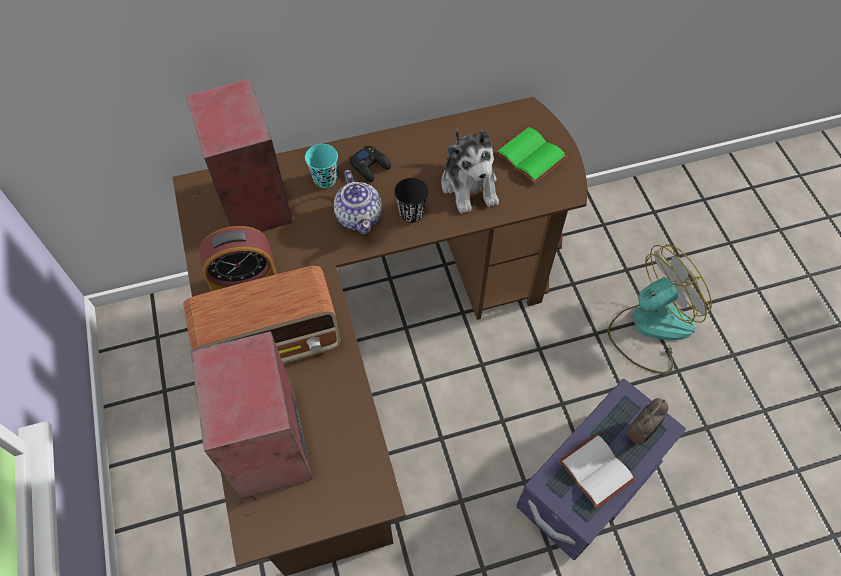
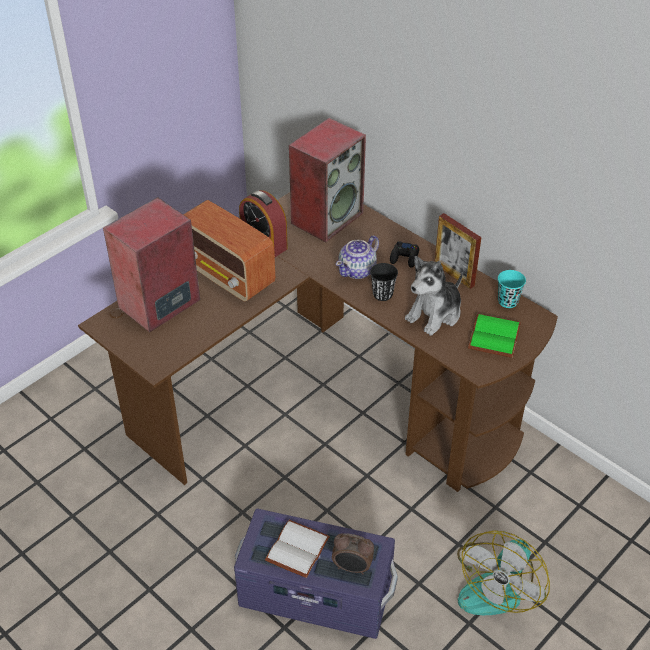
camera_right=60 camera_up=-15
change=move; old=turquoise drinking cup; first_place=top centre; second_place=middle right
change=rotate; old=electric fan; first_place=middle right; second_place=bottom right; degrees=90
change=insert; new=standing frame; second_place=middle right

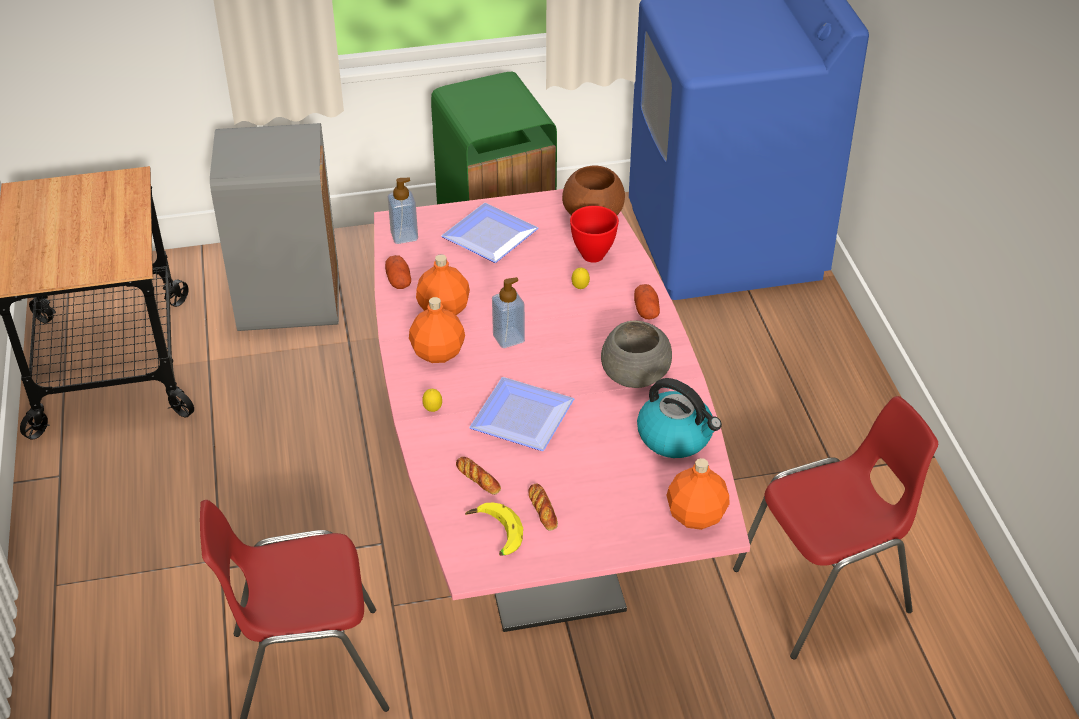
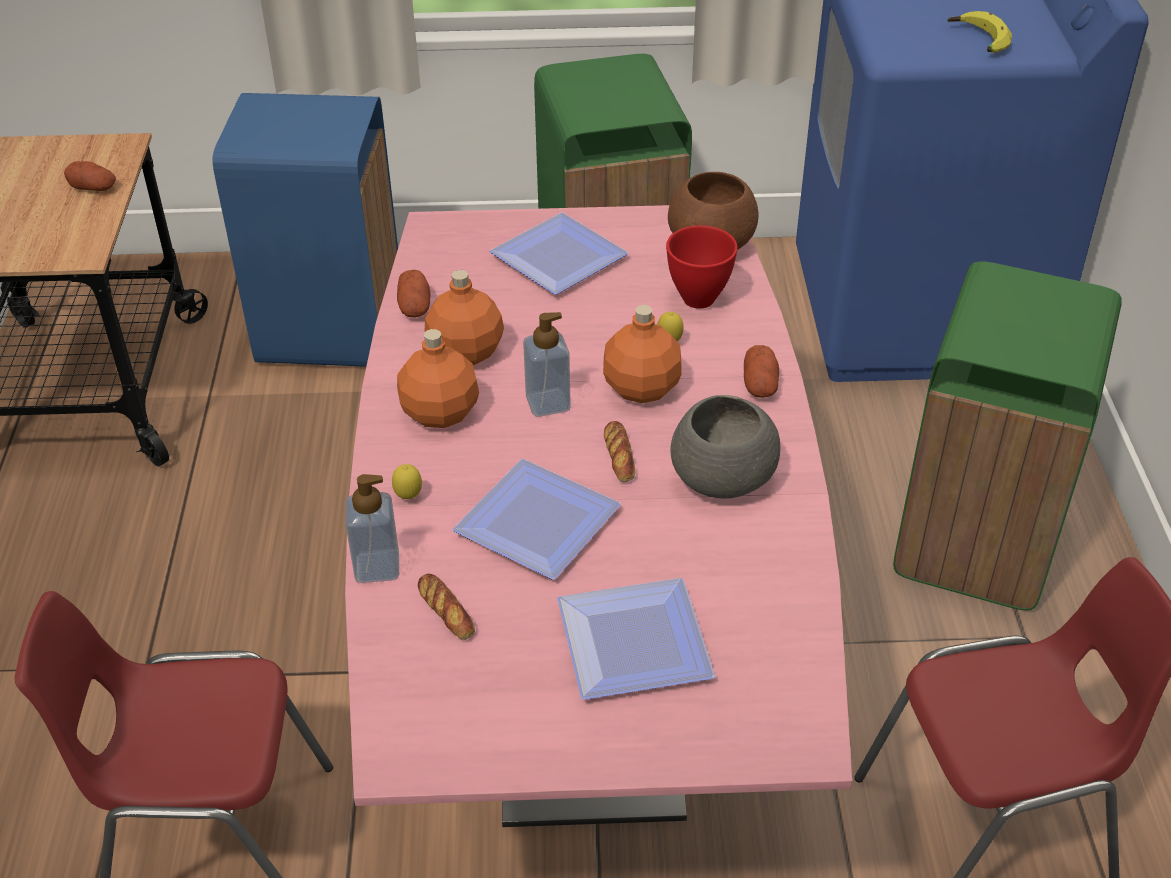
camera_right=10 camera_up=0
change=recolor; old=gray trash can; new=blue-coloured trash can; first_place=top left; second_place=top left
change=move; old=soap bottle (1st from left); first_place=top centre; second_place=middle left
change=move; old=banana; first_place=bottom centre; second_place=top right
change=move; old=baked bread (2nd from left); first_place=bottom centre; second_place=centre
change=delete; old=tea kettle; first_place=centre
change=move; old=orange-coloured beverage bottle (3rd from left); first_place=bottom centre; second_place=centre
change=insert; new=potato (1st from left); second_place=top left
change=insert; new=dinner plate (3rd from left); second_place=bottom centre
change=insert; new=green trash can (2nd from left); second_place=middle right

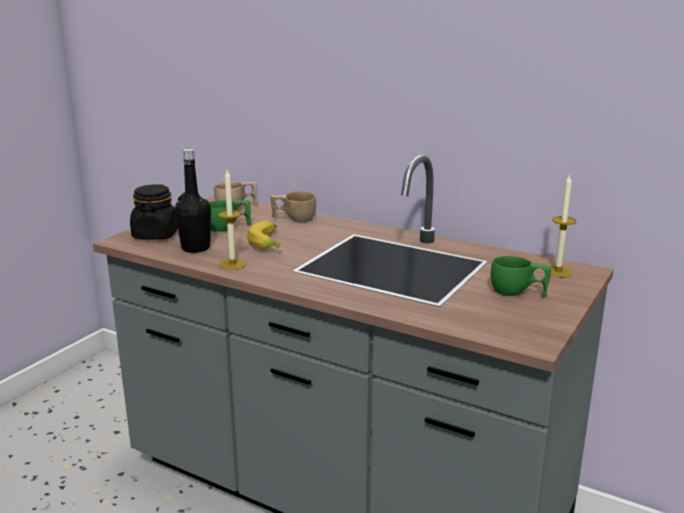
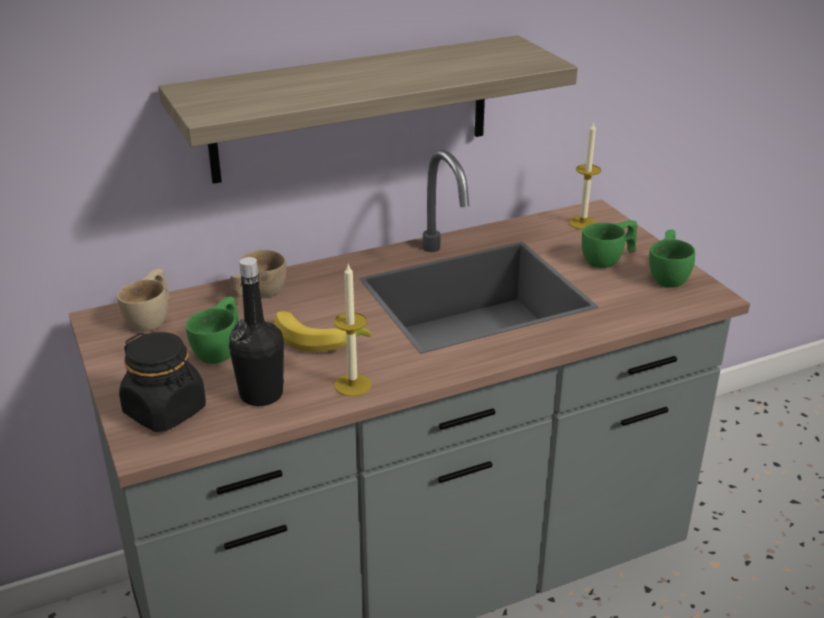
camera_right=-55 camera_up=10
change=insert; new=shelf; second_place=top centre
change=insert; new=green drinking cup (3rd from left); second_place=middle right

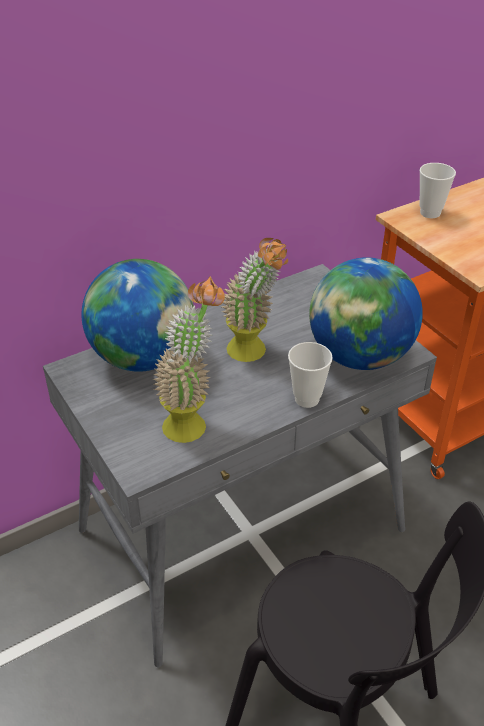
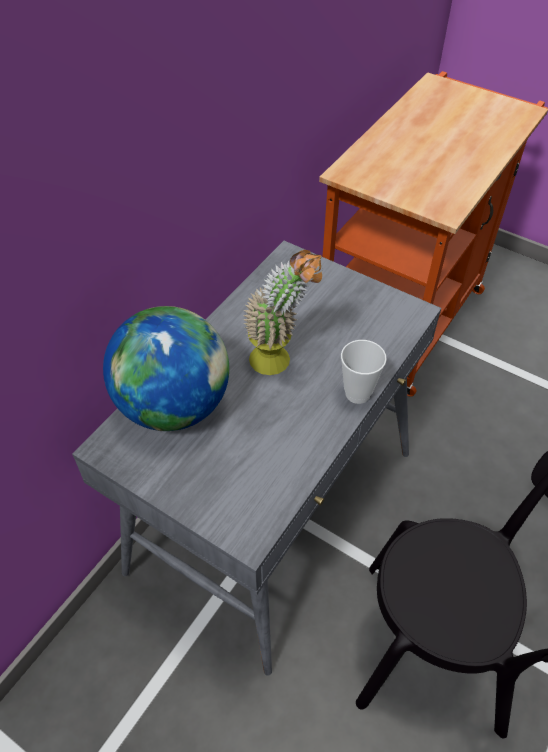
camera_right=-25 camera_up=10
change=delete; old=potted plant (1st from left); first_place=centre
change=delete; old=world globe (2nd from left); first_place=middle right
change=delete; old=drinking cup (2nd from left); first_place=top right

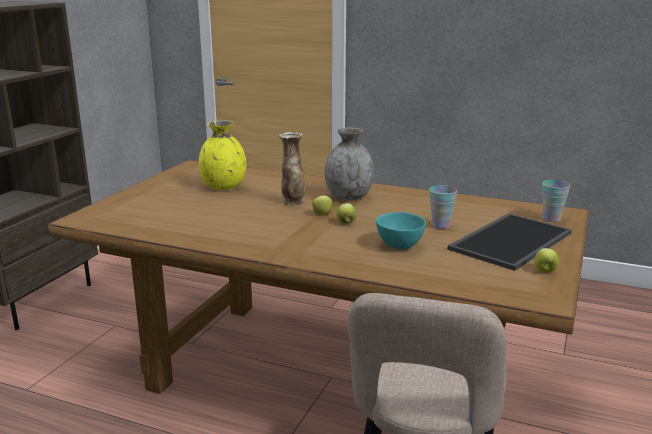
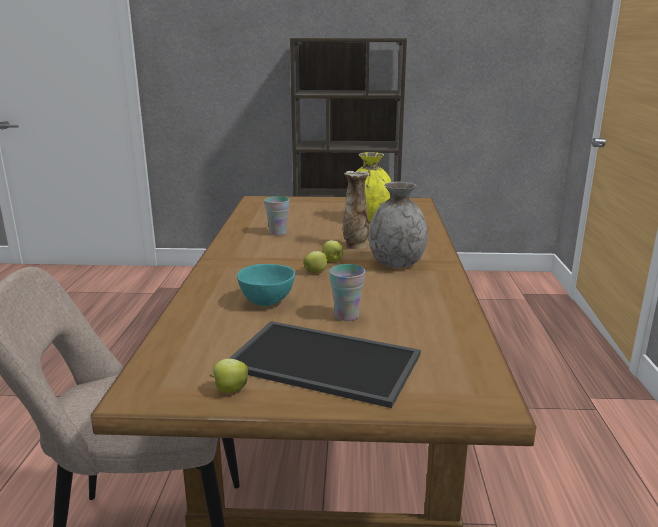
camera_right=70 camera_up=0
change=move; old=drinking cup (2nd from left in the first image); new=drinking cup (1st from left); first_place=middle right; second_place=centre

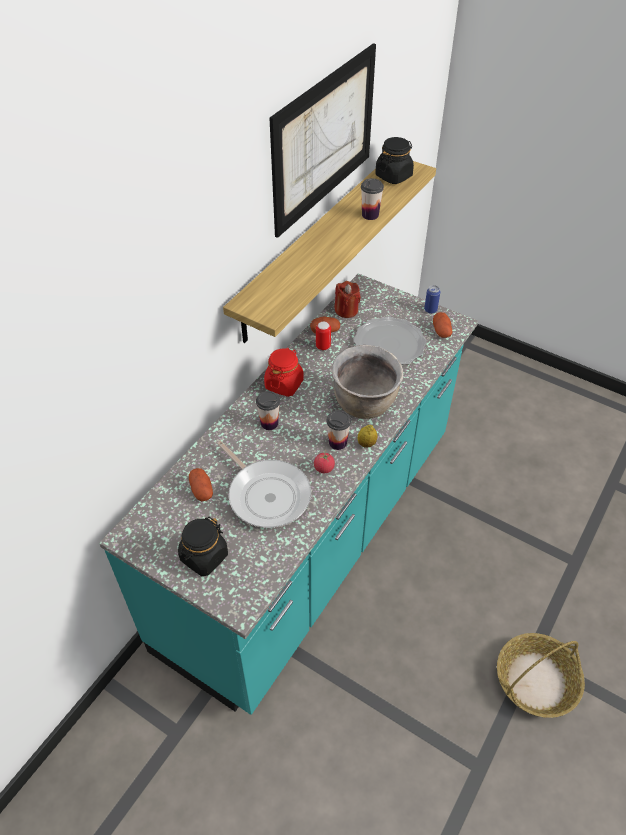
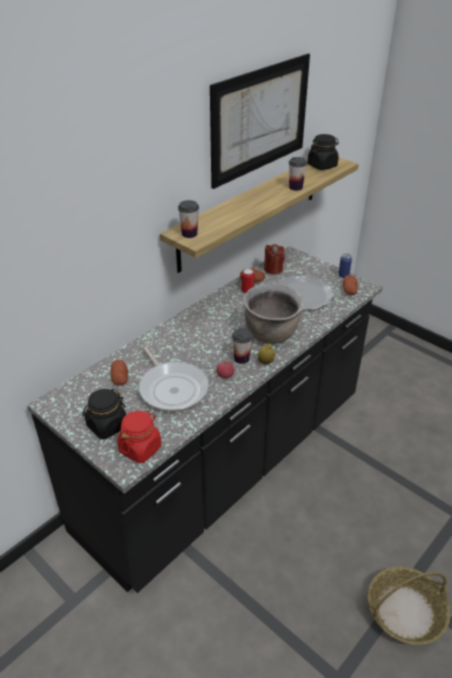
camera_right=10 camera_up=-10
change=recolor; old=turquoise kitchen base unit; new=black-coloured kitchen base unit; first_place=centre; second_place=centre
change=move; old=drinking cup (1st from left); first_place=centre; second_place=top centre
change=move; old=red-coloured jar; first_place=centre; second_place=middle left

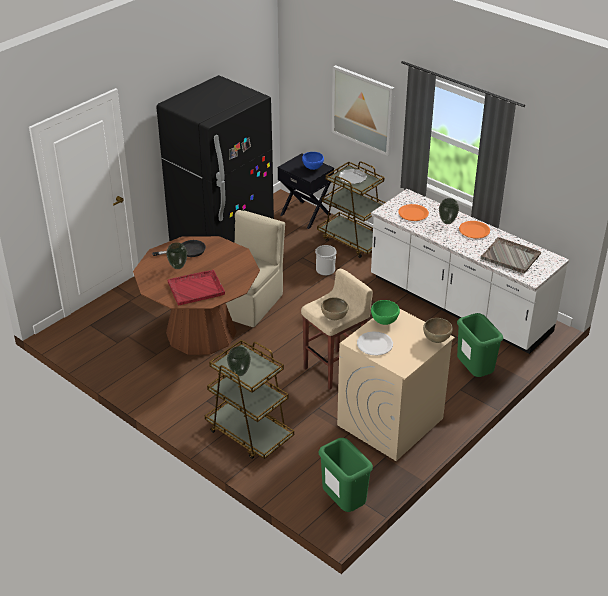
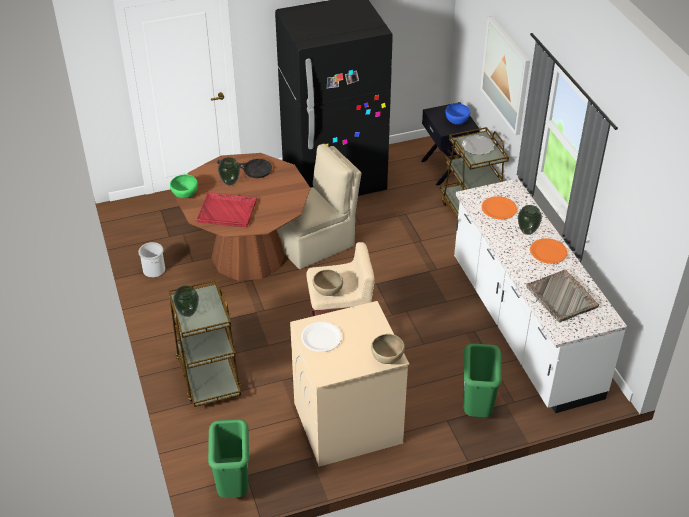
camera_right=30 camera_up=5
change=move; old=water bucket; first_place=centre; second_place=middle left
change=move; old=green bowl; first_place=centre; second_place=middle left

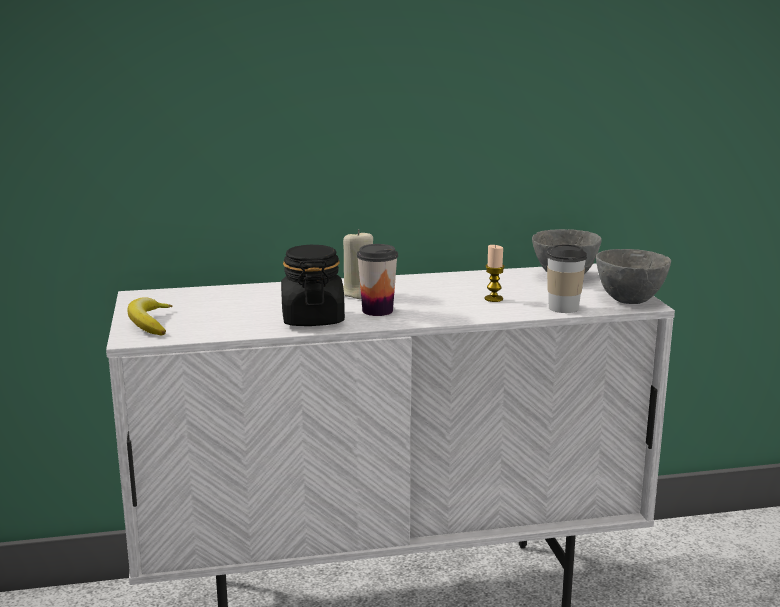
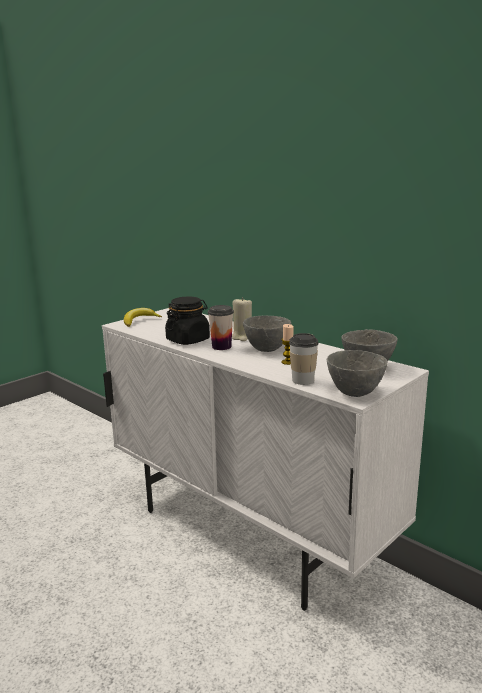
camera_right=55 camera_up=0
change=insert; new=gray bowl (1st from left); second_place=centre

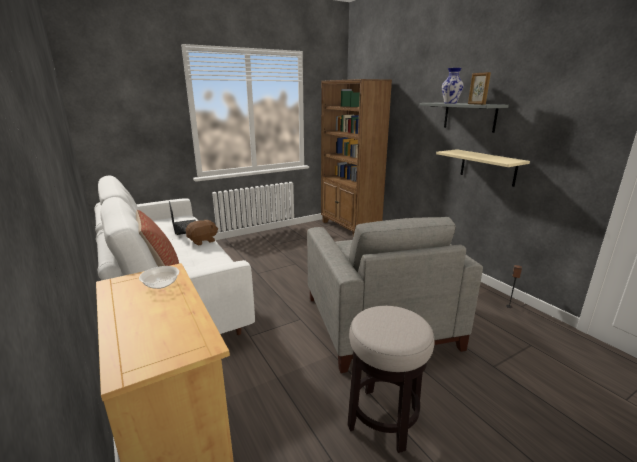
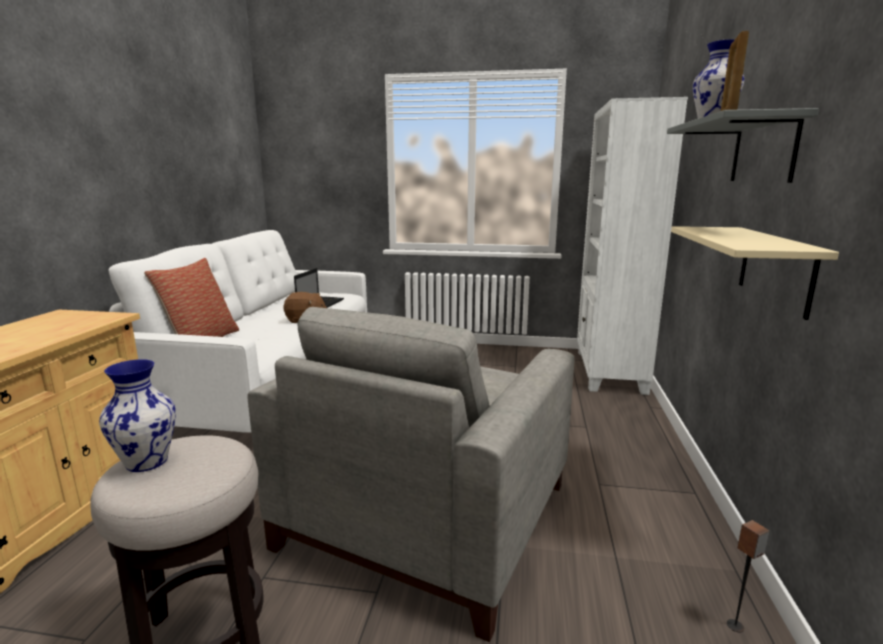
camera_right=40 camera_up=-5
change=delete; old=bowl; first_place=middle left
change=recolor; old=brownish shelving unit; new=white-coloured shelving unit; first_place=centre; second_place=middle right
change=insert; new=decorative vase (1st from left); second_place=middle left

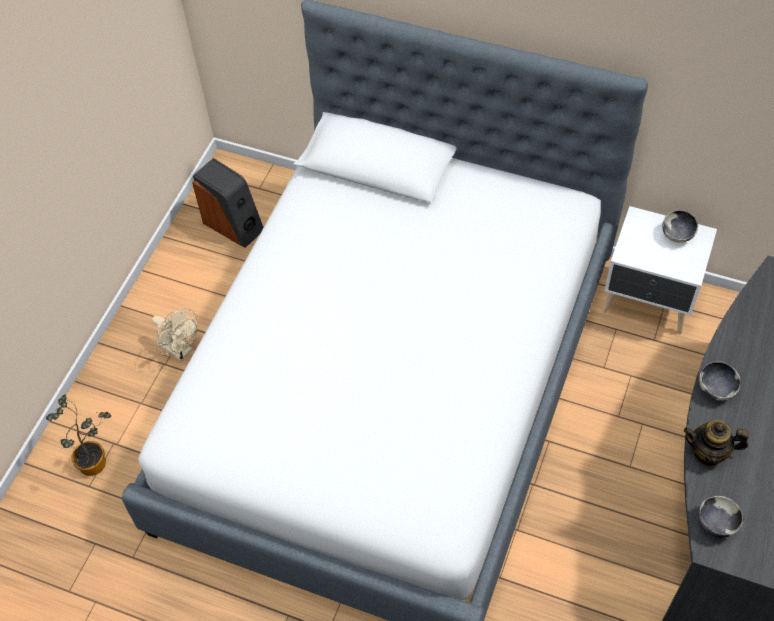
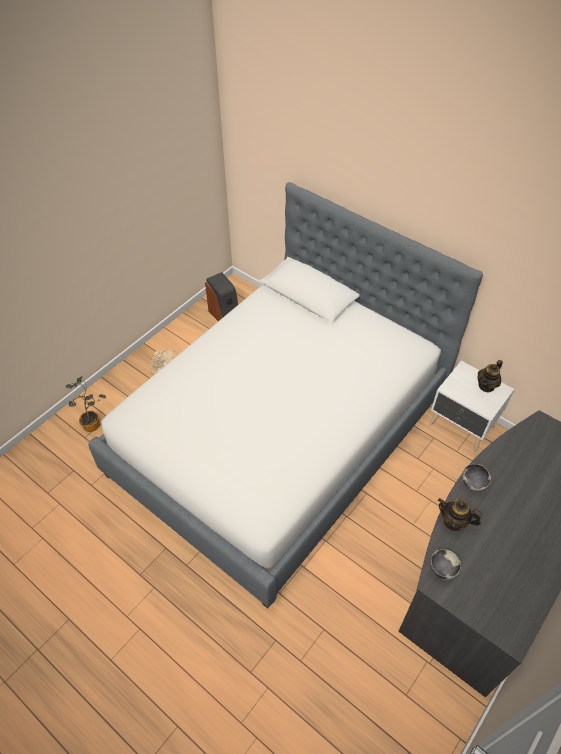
camera_right=15 camera_up=-5
change=replace; old=bowl (1st from left); new=tea pot (2nd from left); first_place=middle right; second_place=middle right

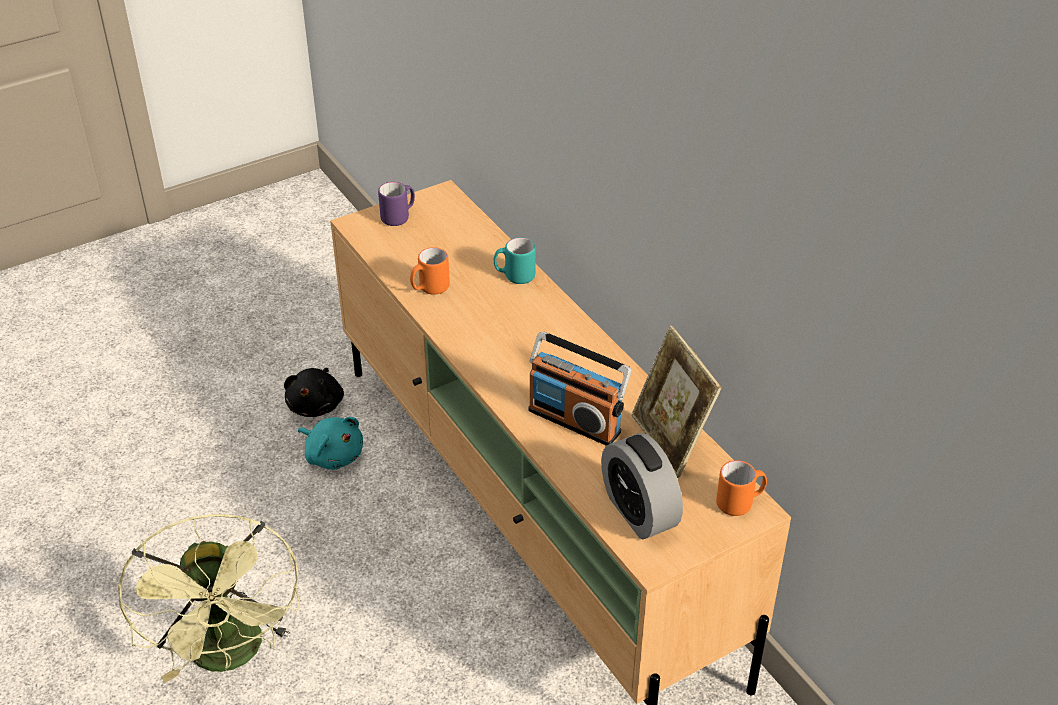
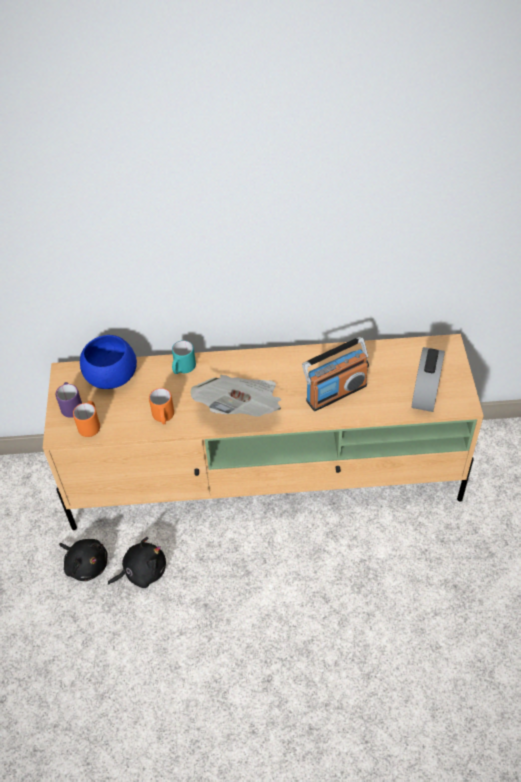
camera_right=-60 camera_up=10
change=delete; old=green electric fan; first_place=bottom left
change=recolor; old=turquoise cuddly toy; new=black-coloured cuddly toy (2nd from left); first_place=middle left; second_place=bottom left
change=rotate; old=alarm clock; first_place=bottom centre; second_place=middle right; degrees=-75
change=delete; old=standing frame; first_place=centre
change=move; old=orange-coloured coffee mug (2nd from left in the first image); new=orange-coloured coffee mug (1st from left); first_place=bottom right; second_place=middle left
change=insert; new=blue-coloured bowl; second_place=middle left
change=insert; new=newspaper; second_place=centre

